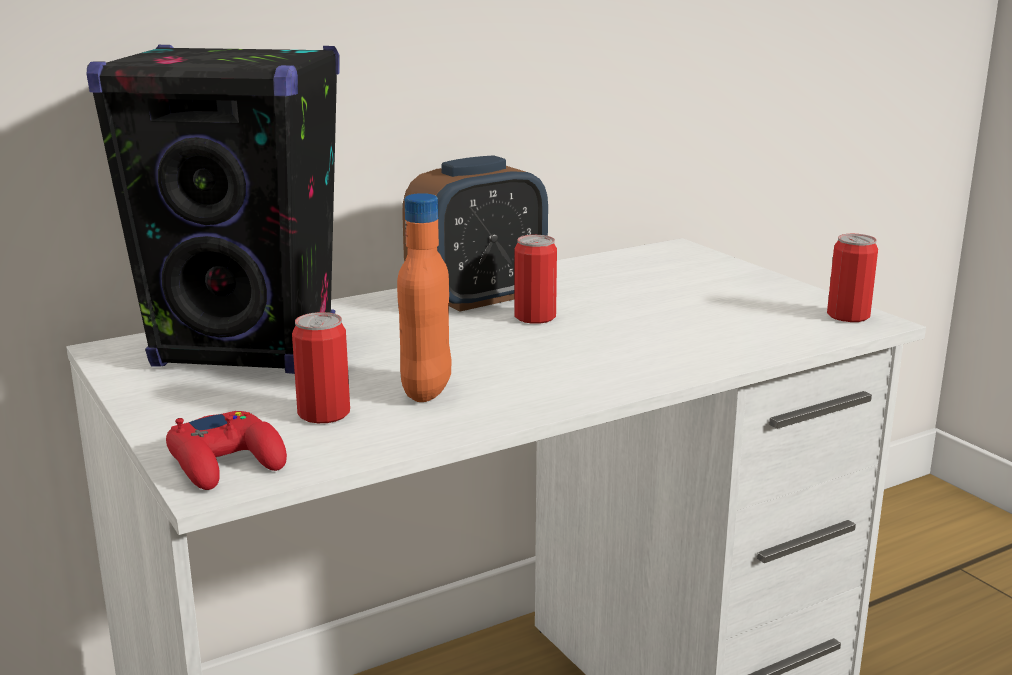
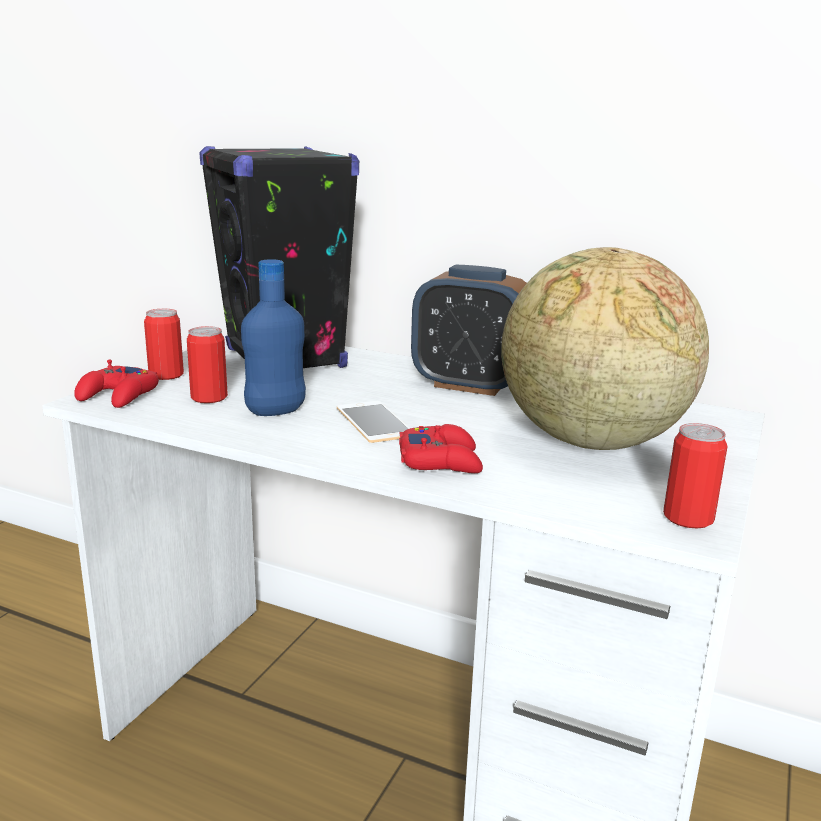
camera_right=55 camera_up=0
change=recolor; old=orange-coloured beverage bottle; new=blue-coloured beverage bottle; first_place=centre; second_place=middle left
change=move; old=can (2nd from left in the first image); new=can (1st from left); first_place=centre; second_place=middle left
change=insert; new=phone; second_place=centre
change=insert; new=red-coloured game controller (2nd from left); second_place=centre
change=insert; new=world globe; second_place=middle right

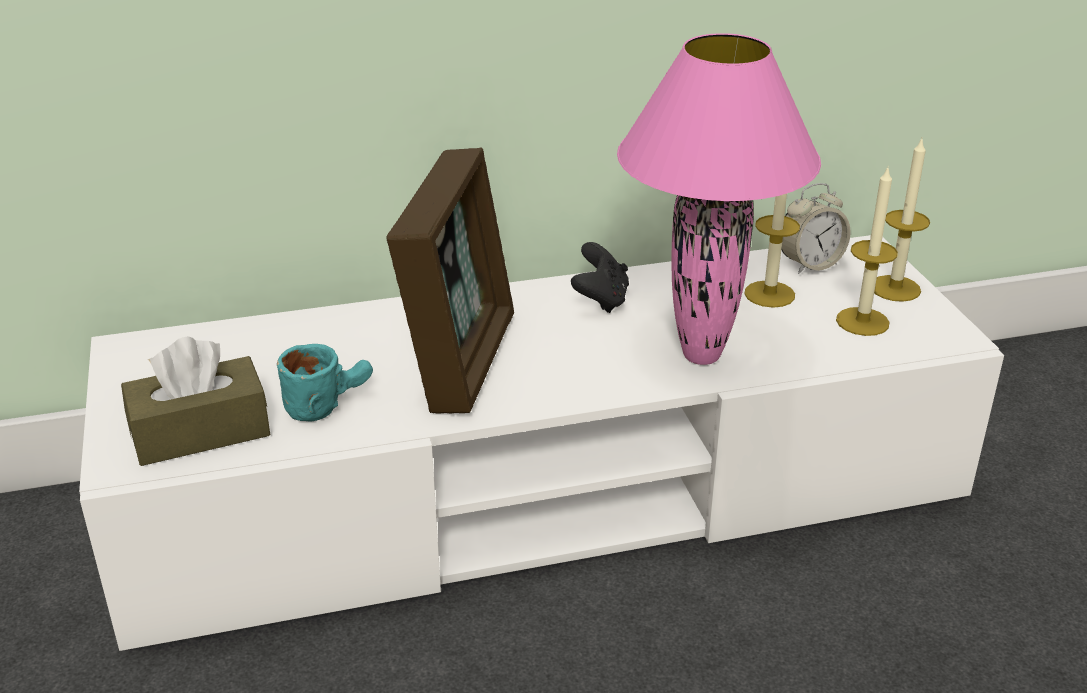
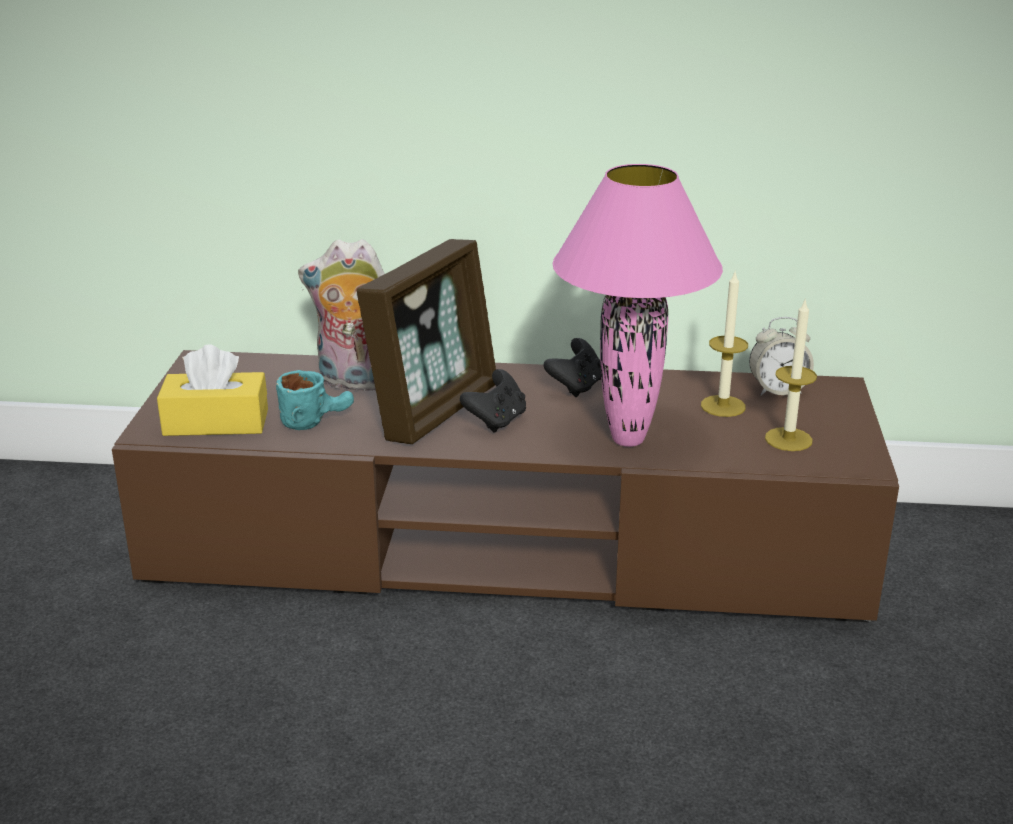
camera_right=20 camera_up=-5
change=recolor; old=white-coloured media console; new=brownish media console; first_place=centre; second_place=centre
change=recolor; old=brownish tissue holder; new=yellowish tissue holder; first_place=middle left; second_place=middle left
change=delete; old=candle (3rd from left); first_place=top right
change=insert; new=cuddly toy; second_place=centre
change=insert; new=black-coloured game controller (1st from left); second_place=centre

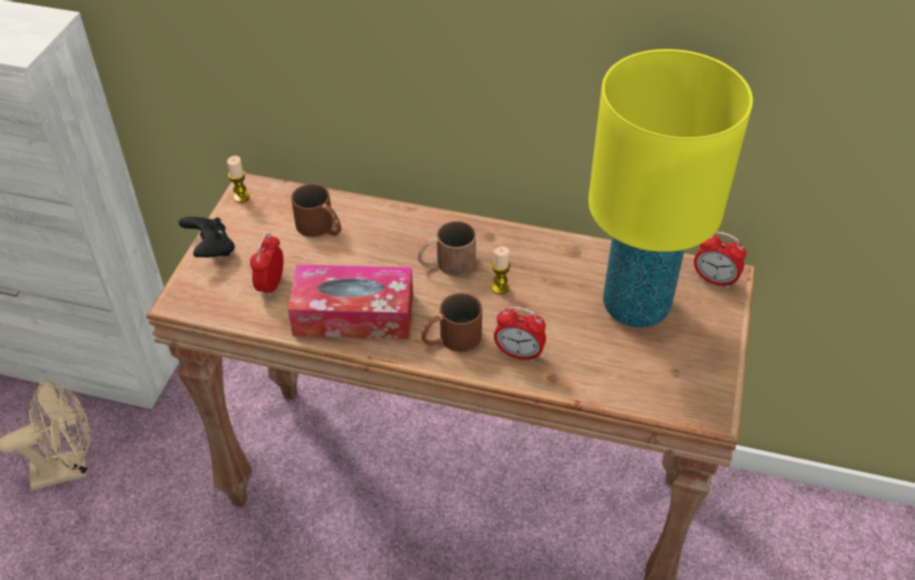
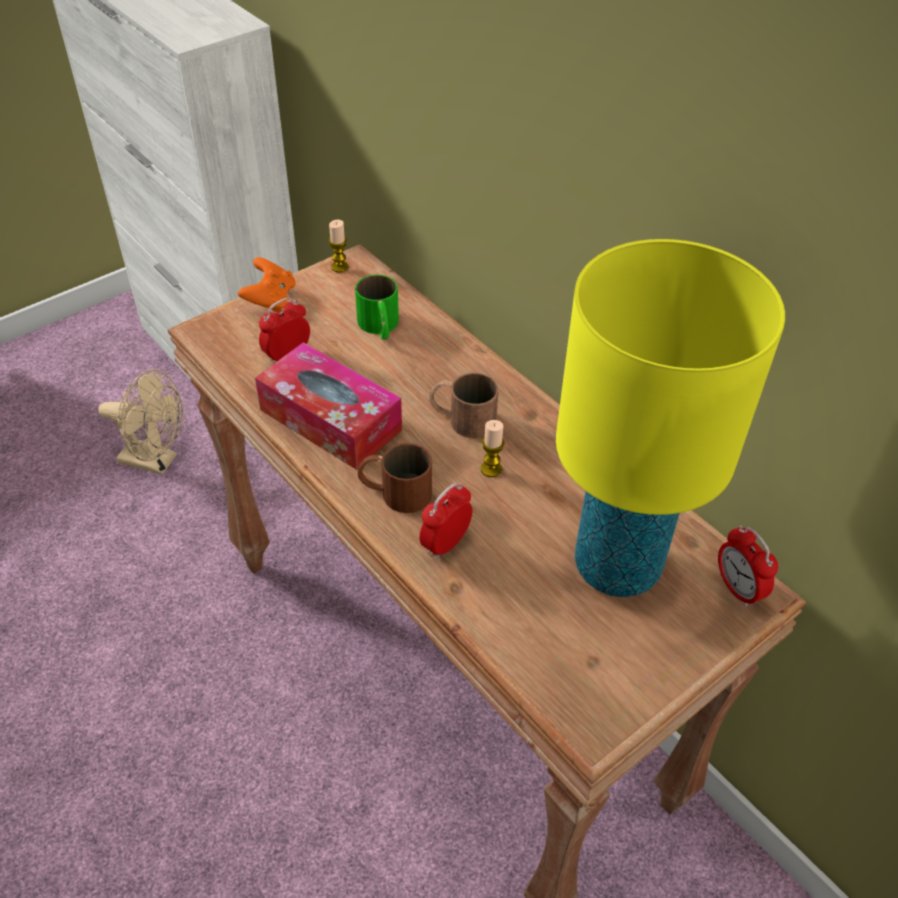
camera_right=35 camera_up=0
change=recolor; old=black-coloured game controller; new=orange-coloured game controller; first_place=middle left; second_place=top left
change=recolor; old=brownish coffee mug (1st from left); new=green coffee mug; first_place=centre; second_place=centre
change=rotate; old=alarm clock (2nd from left); first_place=centre; second_place=centre; degrees=75

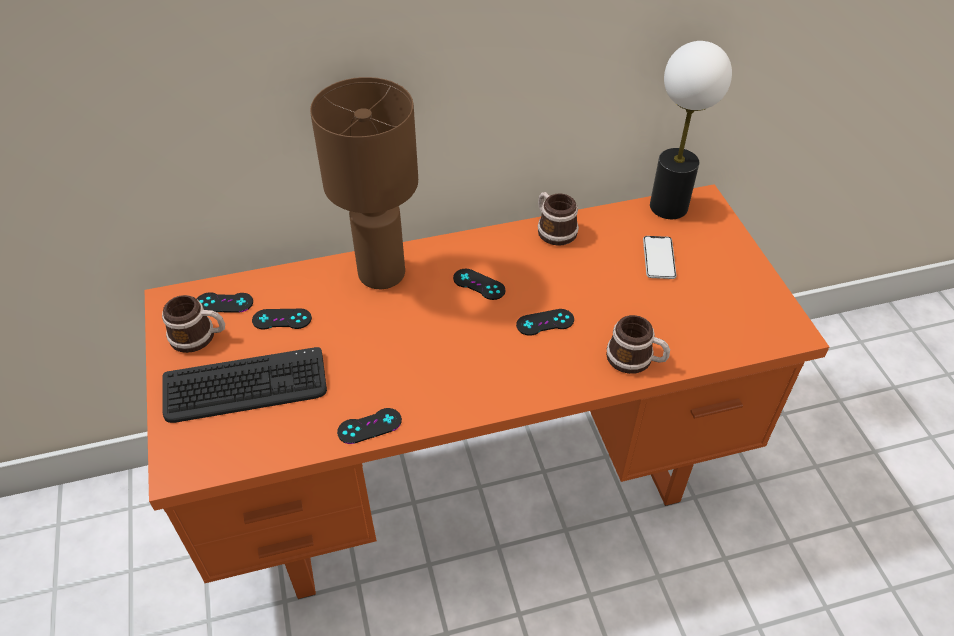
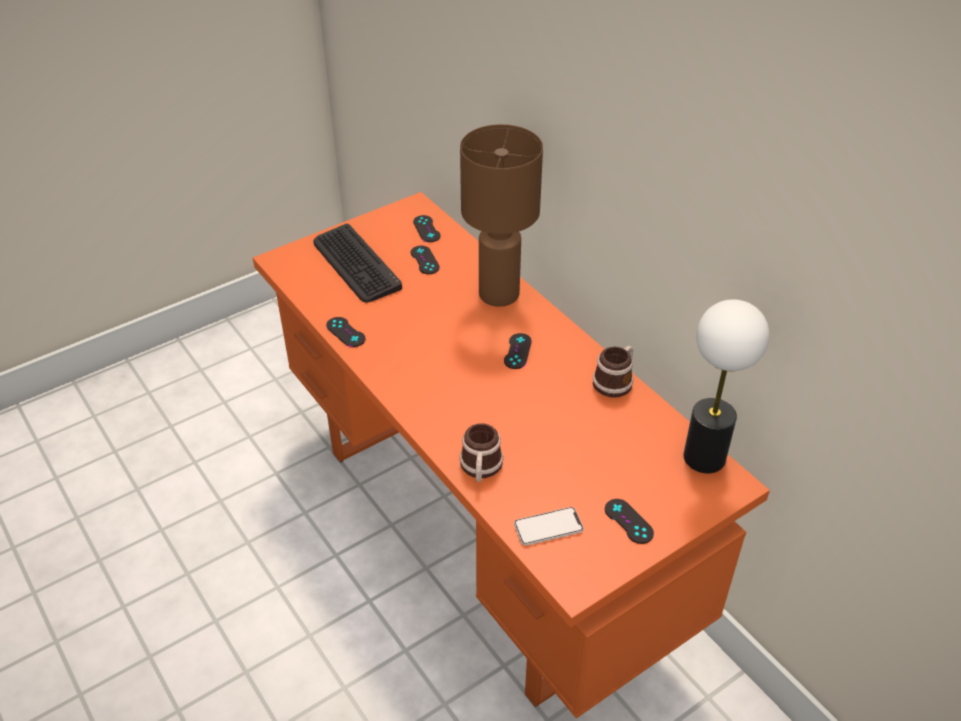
camera_right=70 camera_up=-5
change=delete; old=coffee mug (1st from left); first_place=middle left
change=move; old=black-coloured game controller (5th from left); first_place=centre; second_place=bottom centre
change=move; old=phone; first_place=middle right; second_place=bottom centre

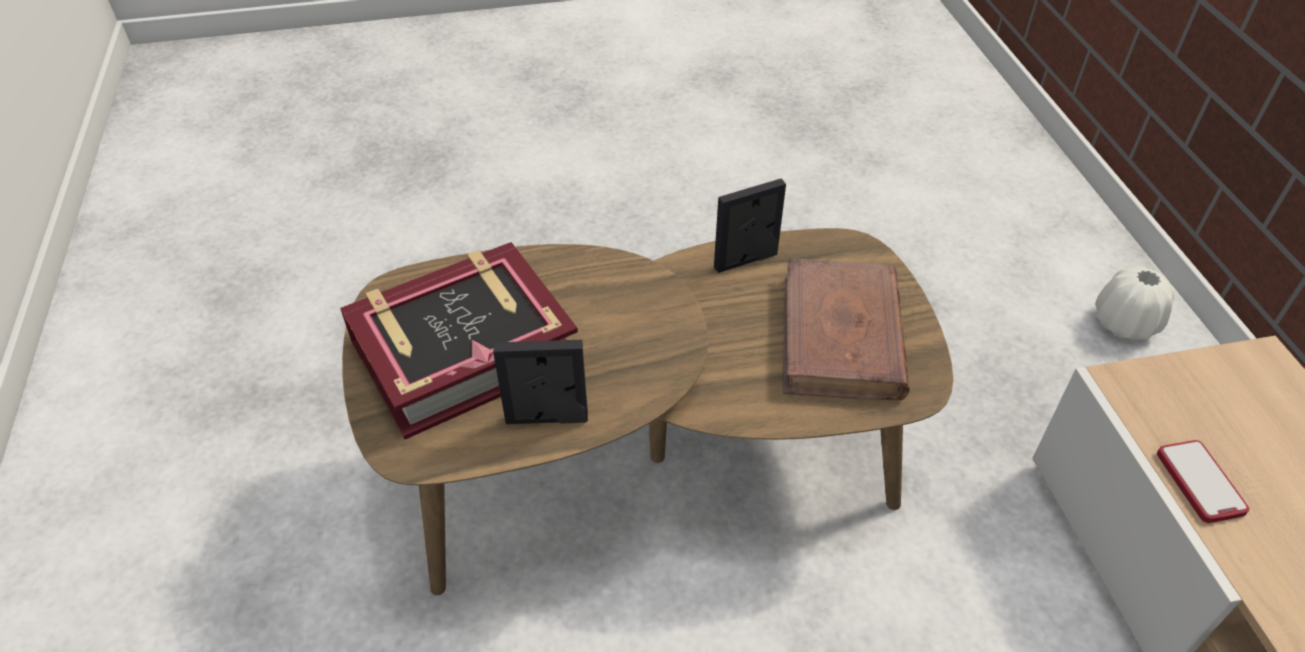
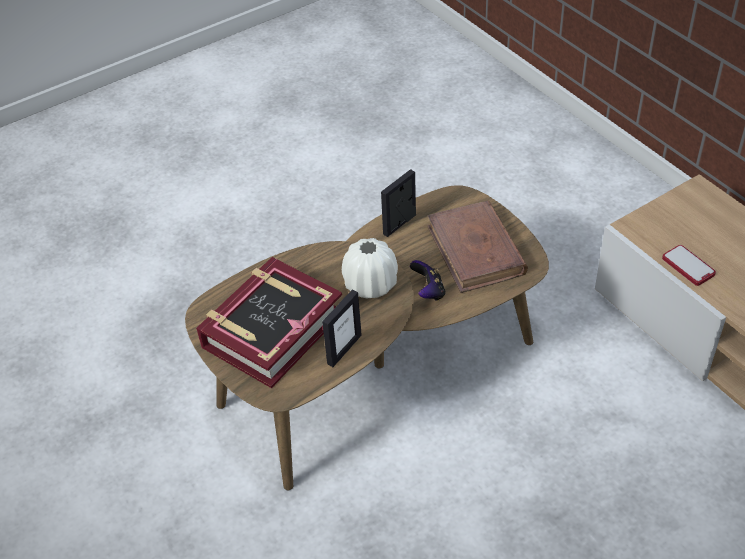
camera_right=-20 camera_up=0
change=rotate; old=standing frame (1st from left); first_place=centre; second_place=centre; degrees=150
change=move; old=white-coloured decorative vase; first_place=middle right; second_place=centre
change=insert; new=game controller; second_place=centre

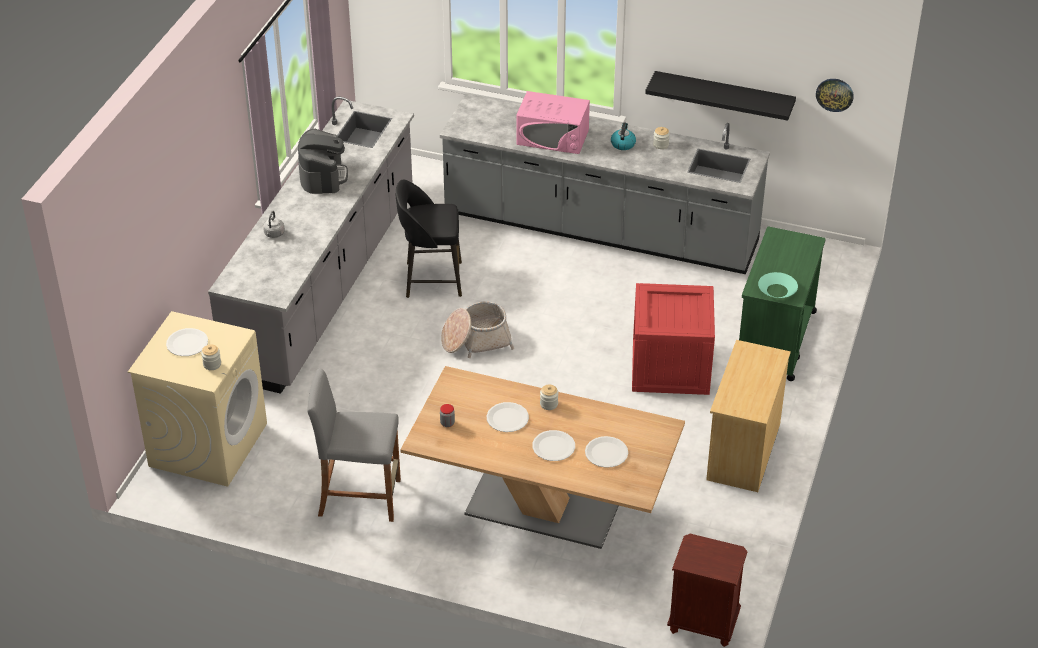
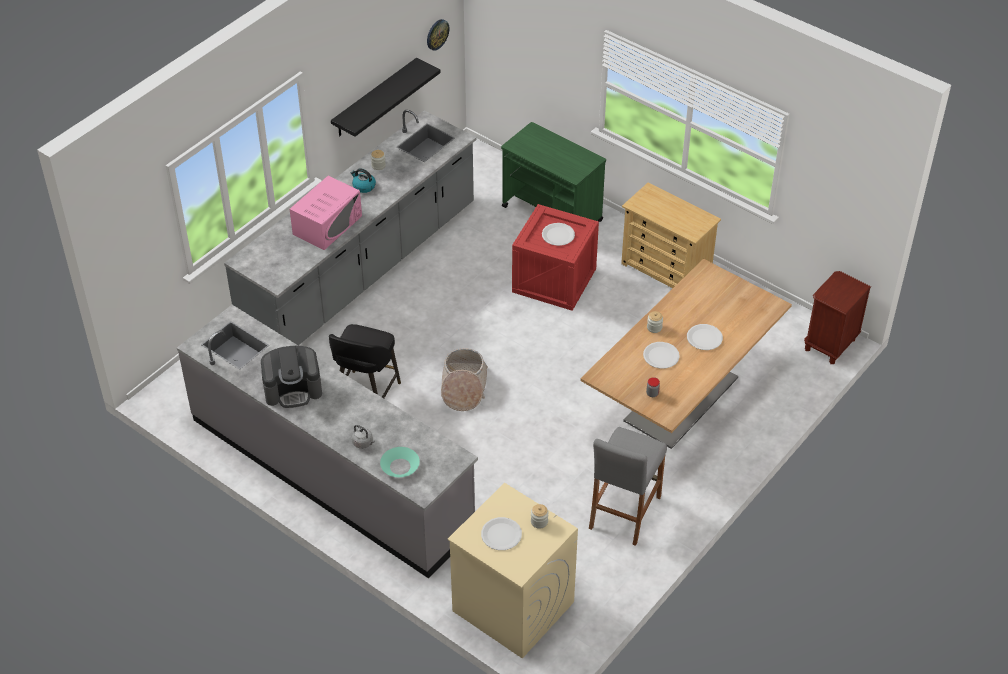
camera_right=-70 camera_up=5
change=rotate; old=coffee maker; first_place=top left; second_place=middle left; degrees=150
change=move; old=white-coloured dinner plate (4th from left in the first image); new=white-coloured dinner plate (2nd from left); first_place=bottom centre; second_place=centre
change=move; old=turquoise bowl; first_place=middle right; second_place=bottom centre

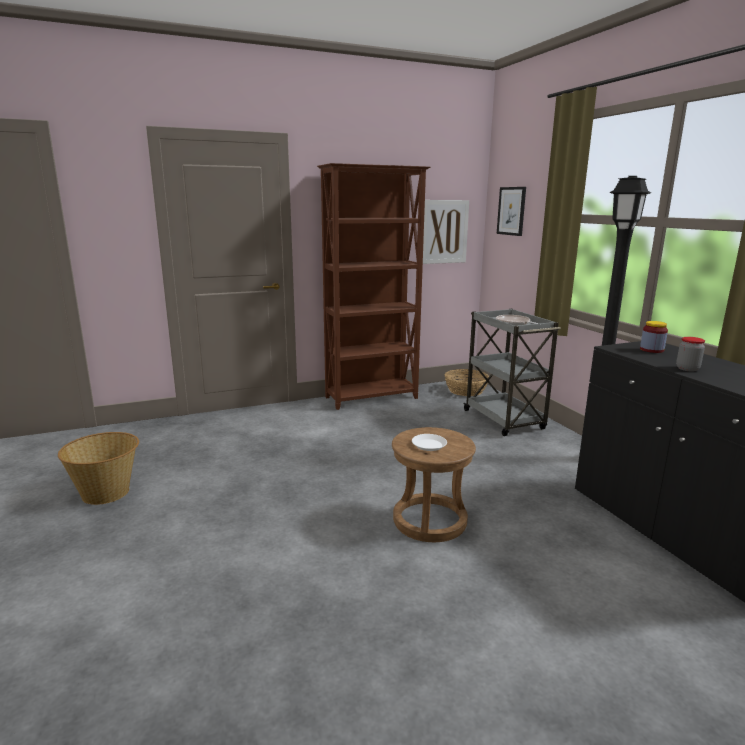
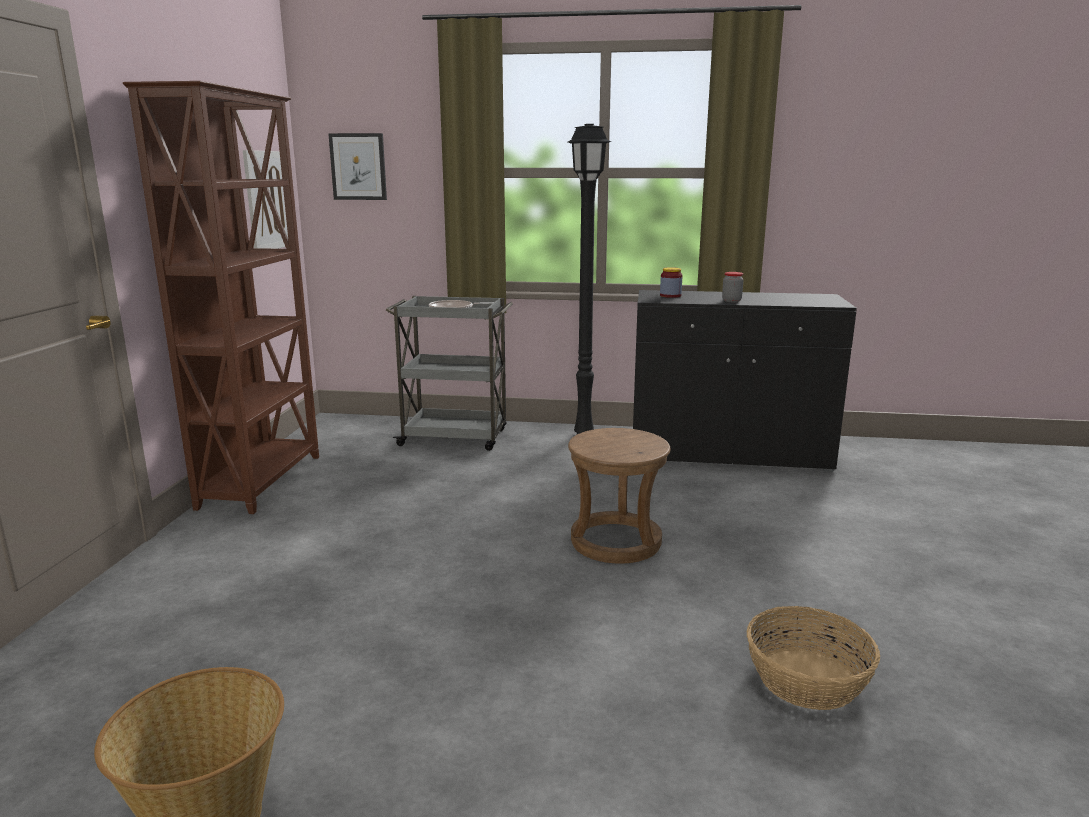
camera_right=-60 camera_up=0
change=delete; old=white-coloured dinner plate; first_place=centre
change=move; old=household basket (2nd from left); first_place=centre; second_place=bottom right

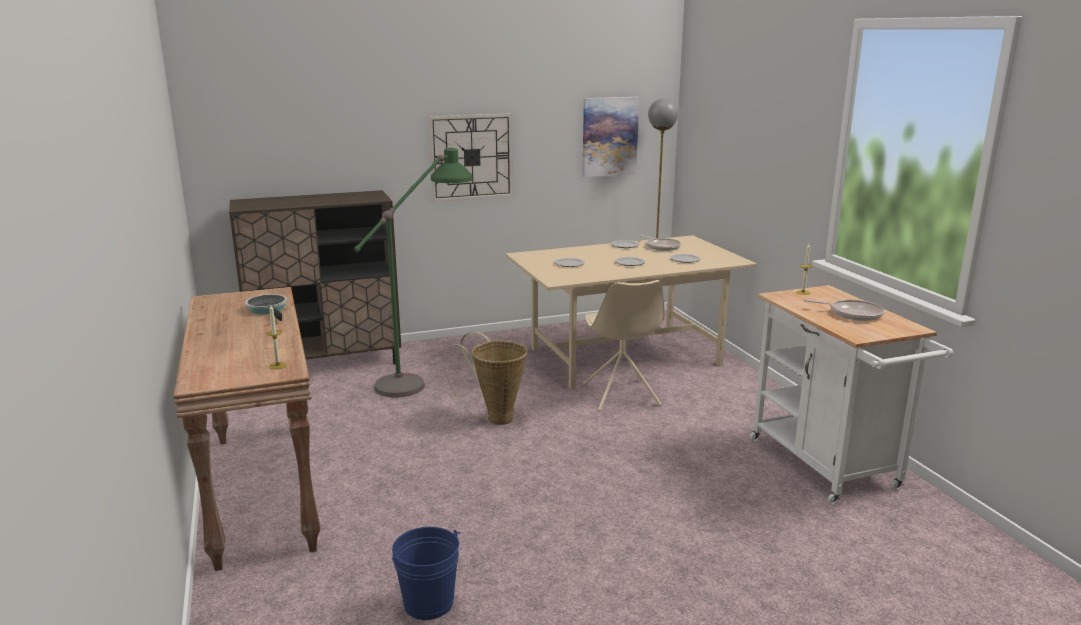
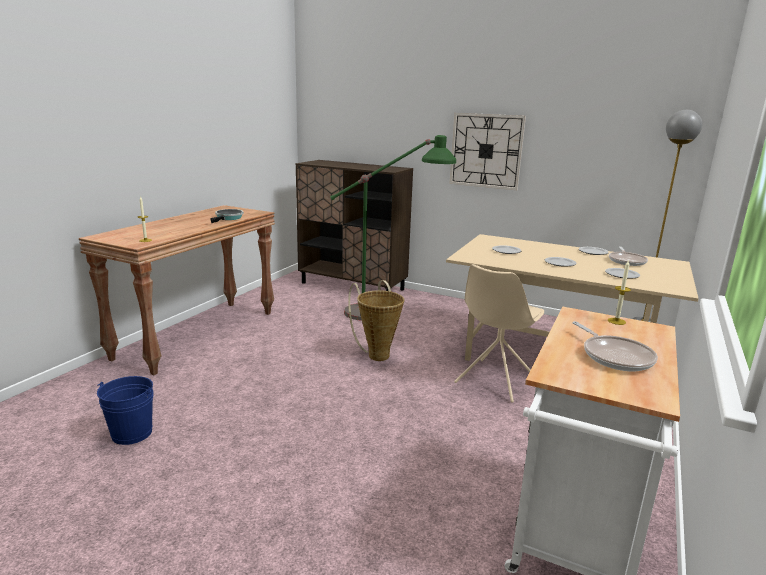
camera_right=45 camera_up=0
change=delete; old=wall picture; first_place=top centre

